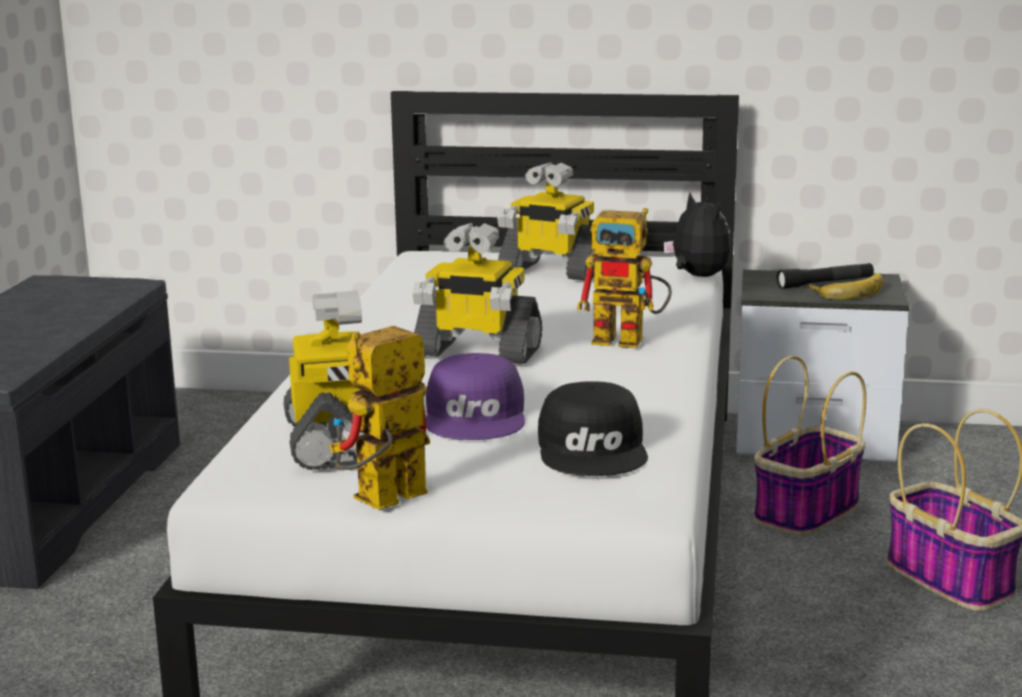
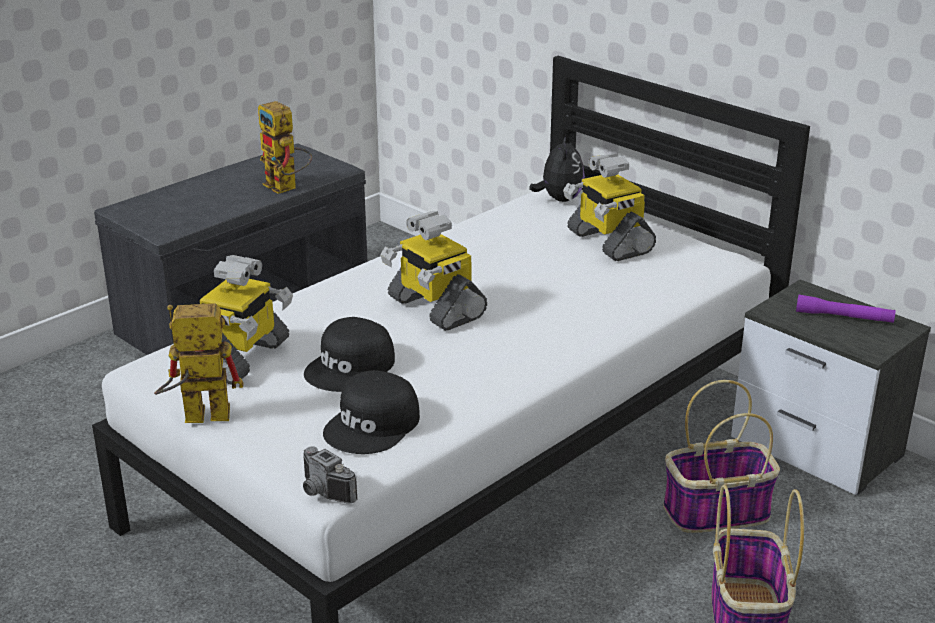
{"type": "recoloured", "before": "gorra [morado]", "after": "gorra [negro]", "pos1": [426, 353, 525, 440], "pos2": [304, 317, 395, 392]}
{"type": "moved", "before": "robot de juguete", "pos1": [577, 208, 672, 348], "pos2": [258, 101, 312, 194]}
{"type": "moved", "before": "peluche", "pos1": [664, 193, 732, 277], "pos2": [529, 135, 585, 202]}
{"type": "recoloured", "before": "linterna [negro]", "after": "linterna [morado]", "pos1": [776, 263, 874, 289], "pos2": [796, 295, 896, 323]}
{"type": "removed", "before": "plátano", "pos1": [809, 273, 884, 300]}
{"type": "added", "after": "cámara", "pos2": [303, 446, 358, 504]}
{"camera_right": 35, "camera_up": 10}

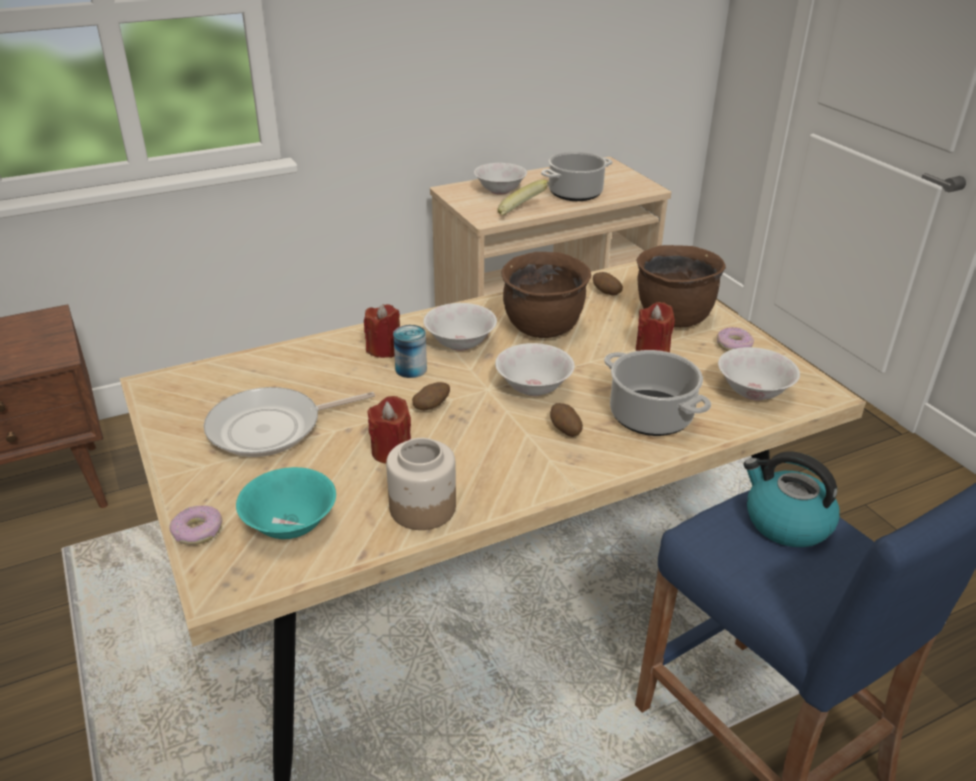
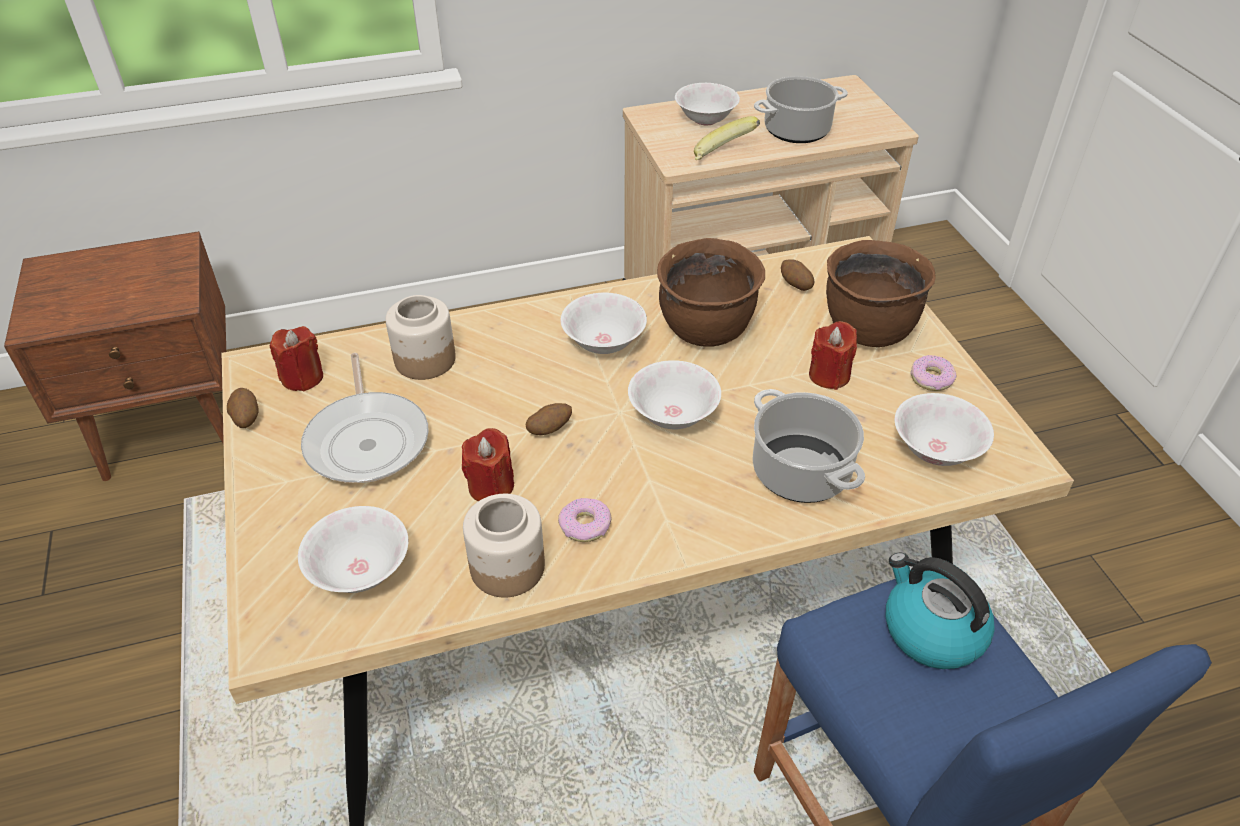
{"type": "moved", "before": "rosquilla", "pos1": [169, 505, 222, 545], "pos2": [558, 498, 611, 542]}
{"type": "turned", "before": "sartén", "pos1": [204, 387, 375, 457], "pos2": [301, 353, 429, 483], "turn": -90}
{"type": "recoloured", "before": "cuenco [turquesa]", "after": "cuenco [blanco]", "pos1": [236, 467, 336, 539], "pos2": [298, 506, 408, 593]}
{"type": "moved", "before": "vela [rojo]", "pos1": [364, 304, 400, 358], "pos2": [270, 326, 323, 391]}
{"type": "removed", "before": "lata", "pos1": [393, 325, 427, 378]}
{"type": "moved", "before": "patata", "pos1": [550, 403, 583, 437], "pos2": [227, 388, 259, 428]}
{"type": "added", "after": "tarro", "pos2": [385, 295, 456, 380]}
{"camera_right": 10, "camera_up": 10}

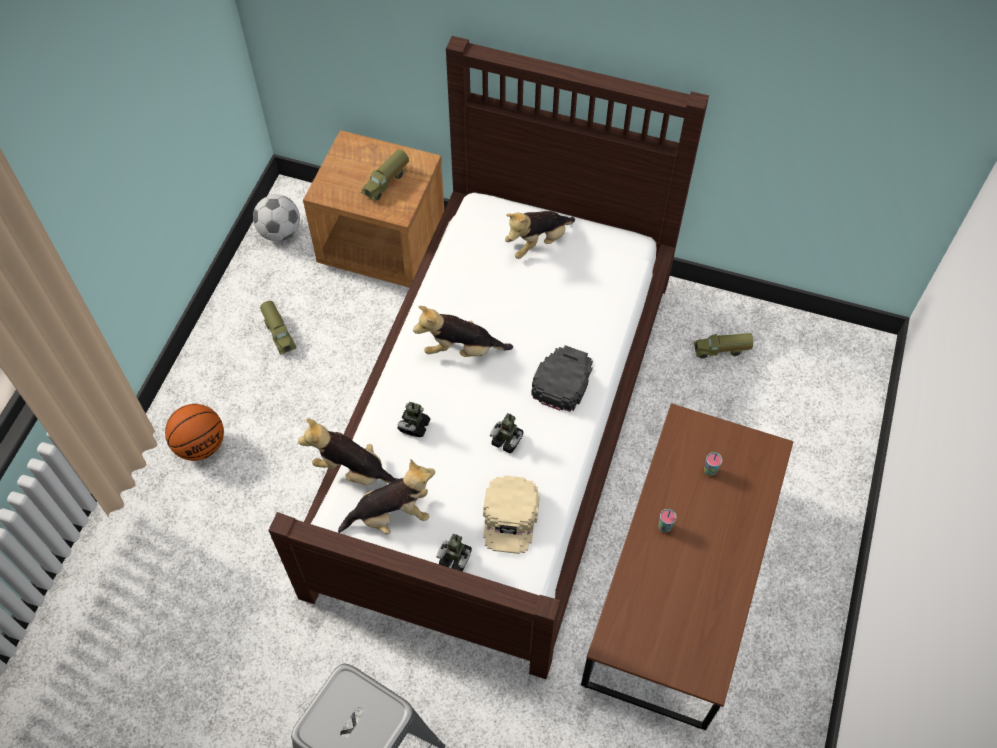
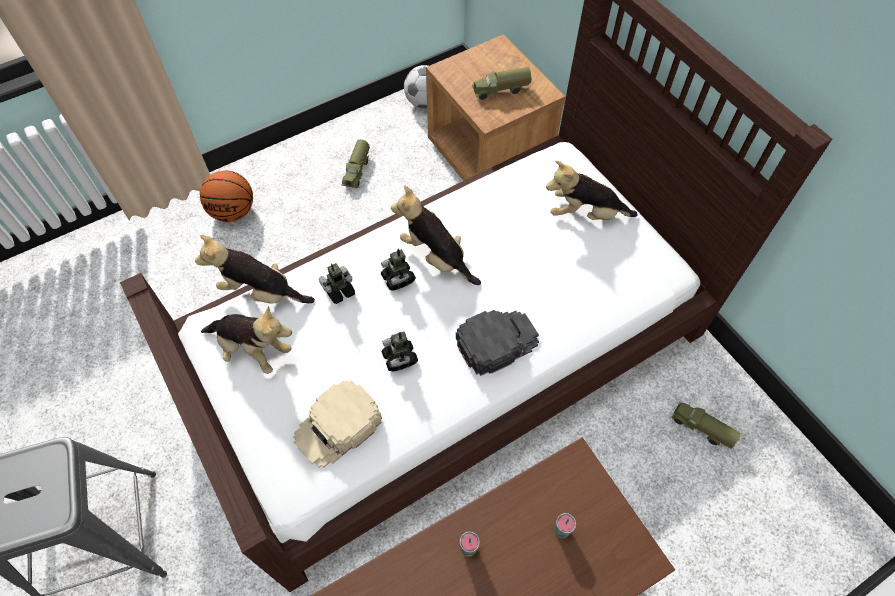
{"type": "turned", "before": "peluche", "pos1": [298, 419, 397, 485], "pos2": [195, 235, 315, 304], "turn": -45}
{"type": "moved", "before": "robot de juguete", "pos1": [436, 534, 472, 571], "pos2": [381, 249, 416, 290]}
{"camera_right": 40, "camera_up": 0}

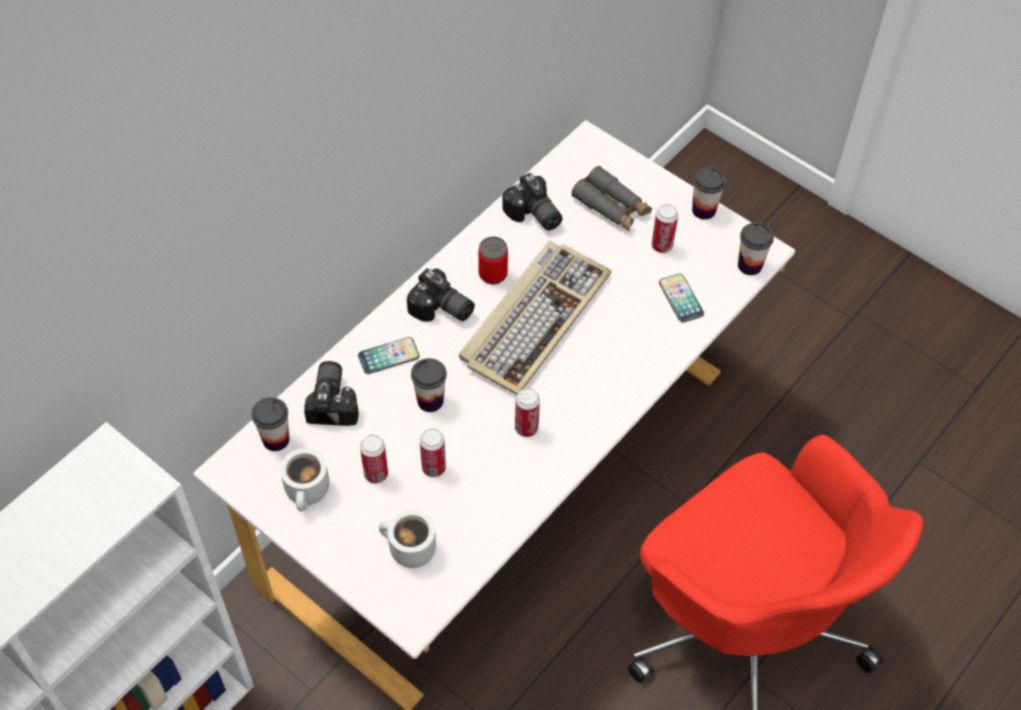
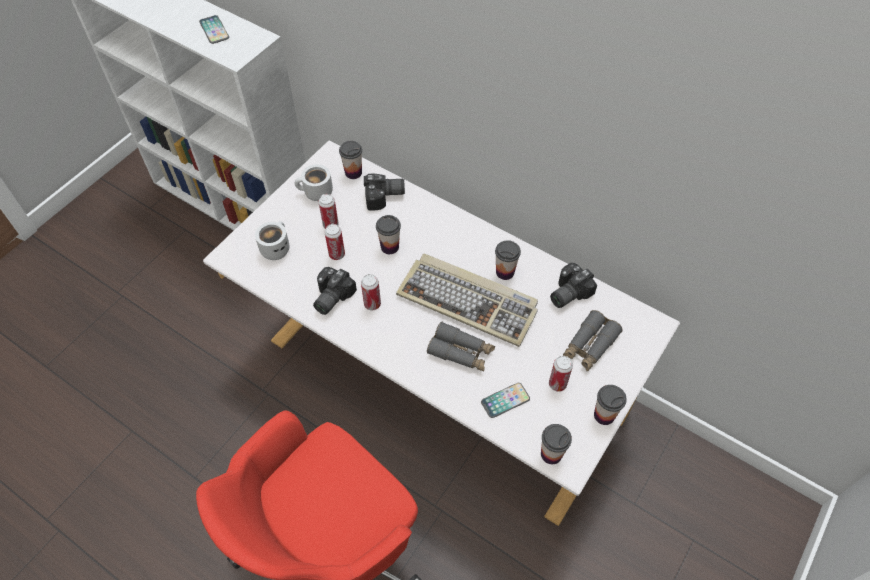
{"type": "moved", "before": "móvil", "pos1": [358, 337, 420, 374], "pos2": [199, 15, 229, 44]}
{"type": "moved", "before": "cámara", "pos1": [407, 268, 475, 322], "pos2": [313, 267, 357, 315]}
{"type": "replaced", "before": "lata", "after": "taza", "pos1": [478, 237, 508, 285], "pos2": [495, 240, 521, 280]}
{"type": "added", "after": "prismáticos [gris]", "pos2": [427, 322, 495, 371]}
{"camera_right": 85, "camera_up": 0}

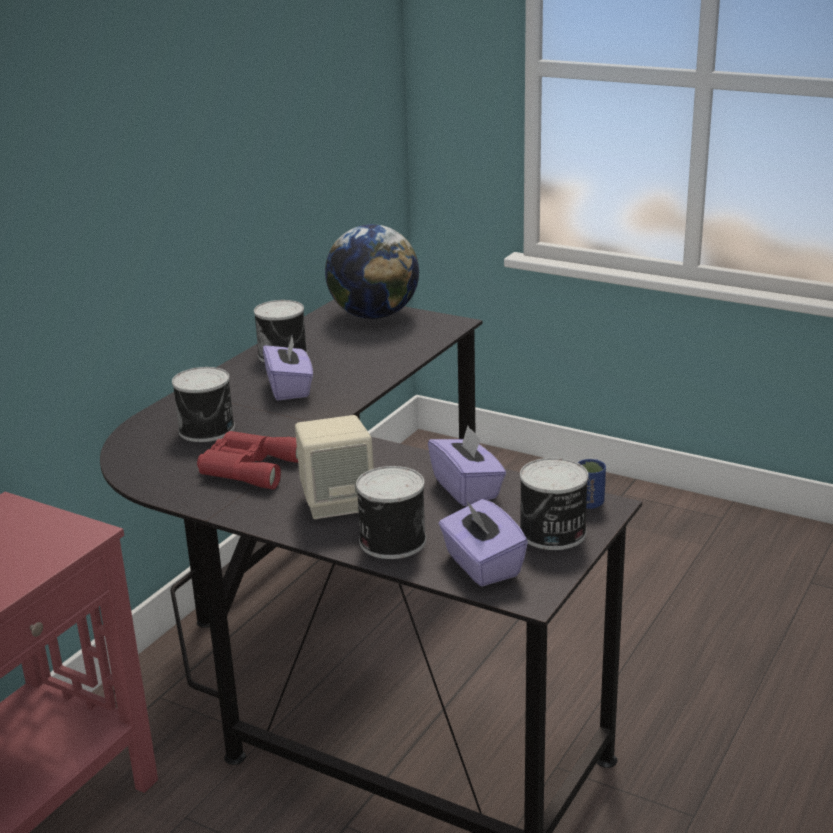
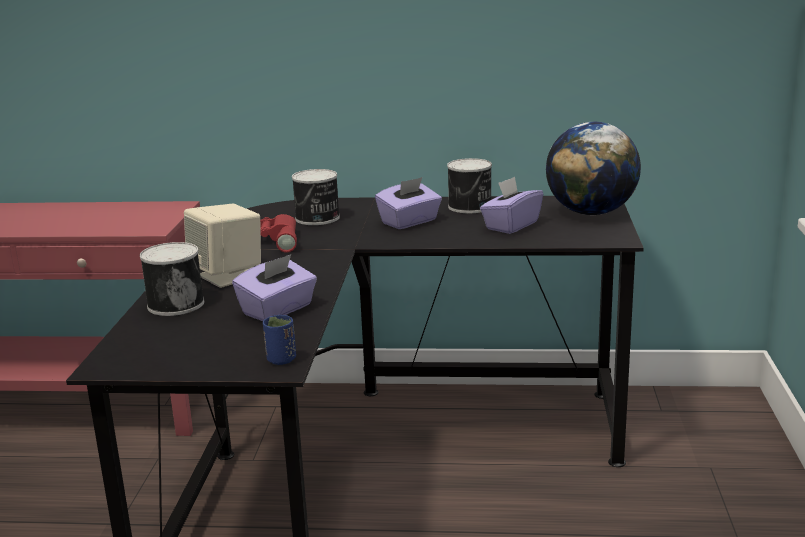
{"type": "moved", "before": "caja de pañuelos [morado]", "pos1": [439, 498, 528, 586], "pos2": [480, 177, 543, 234]}
{"type": "removed", "before": "lata", "pos1": [520, 458, 588, 550]}
{"camera_right": 65, "camera_up": -5}

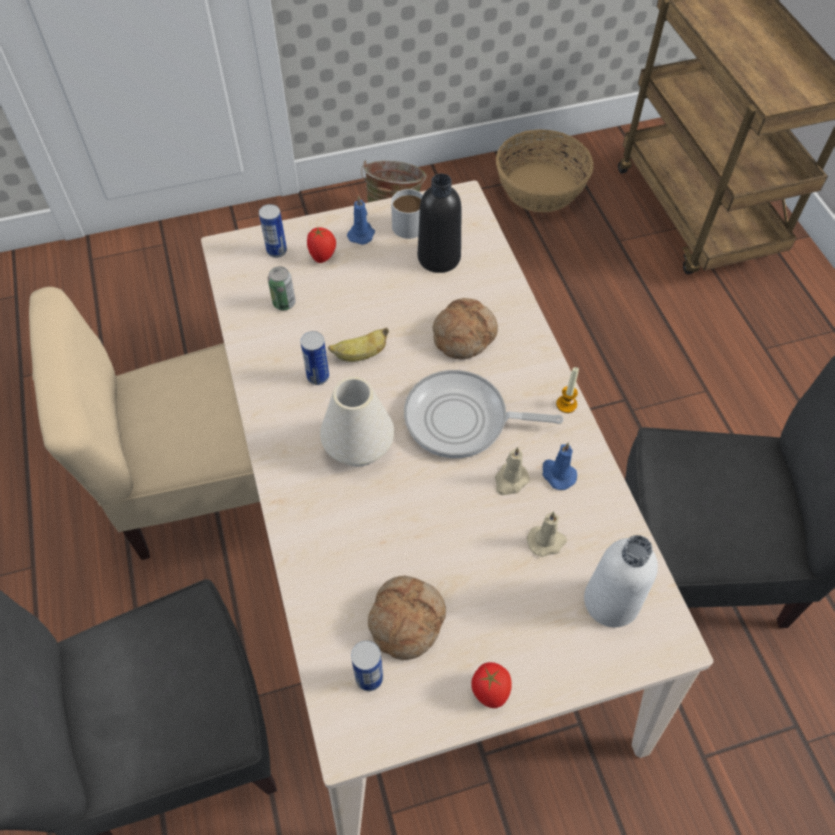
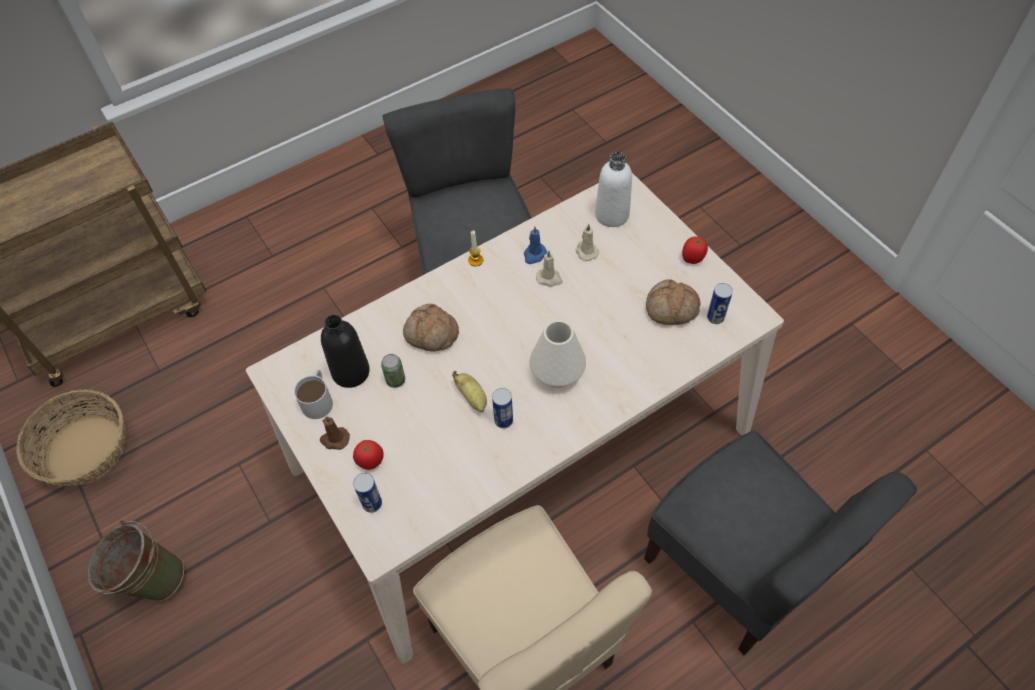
{"type": "moved", "before": "lata", "pos1": [268, 266, 296, 310], "pos2": [381, 354, 405, 388]}
{"type": "recoloured", "before": "vela [azul]", "after": "vela [marrón]", "pos1": [347, 196, 375, 245], "pos2": [320, 416, 350, 450]}
{"type": "removed", "before": "sartén", "pos1": [404, 370, 563, 458]}
{"camera_right": -105, "camera_up": 0}

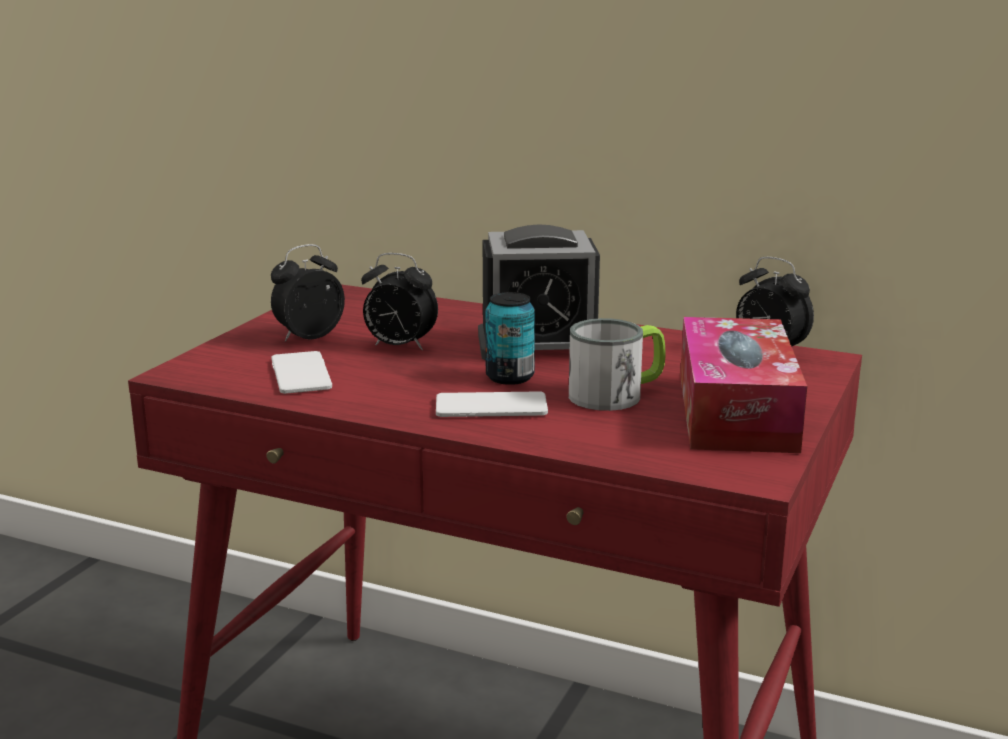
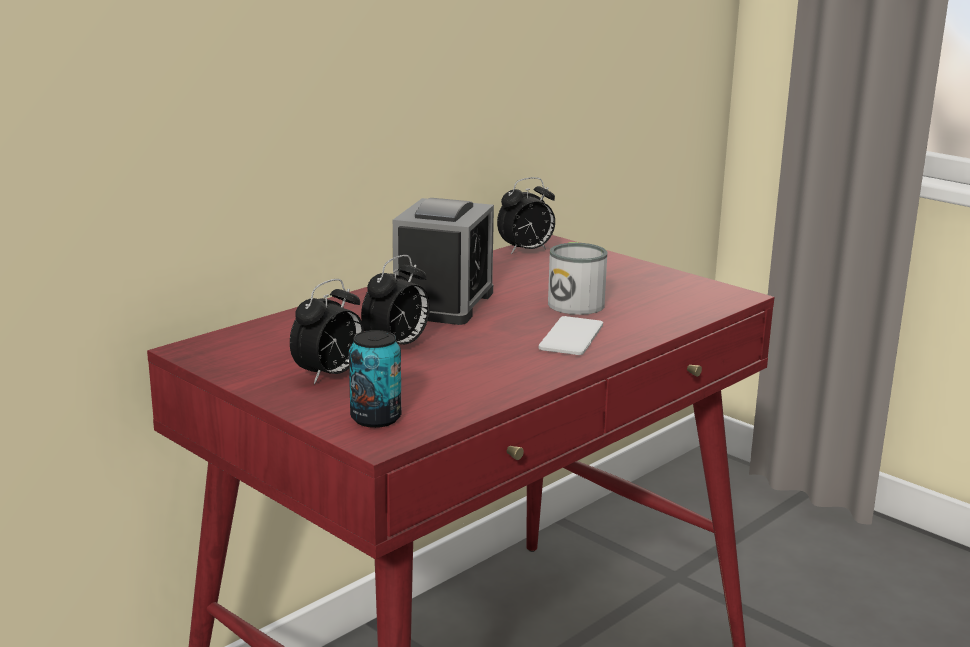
{"type": "turned", "before": "despertador", "pos1": [271, 244, 345, 342], "pos2": [290, 279, 364, 384], "turn": -120}
{"type": "removed", "before": "móvil", "pos1": [271, 351, 332, 394]}
{"type": "moved", "before": "lata", "pos1": [485, 292, 535, 385], "pos2": [349, 330, 401, 428]}
{"type": "removed", "before": "caja de pañuelos", "pos1": [680, 317, 807, 453]}
{"camera_right": -70, "camera_up": 0}

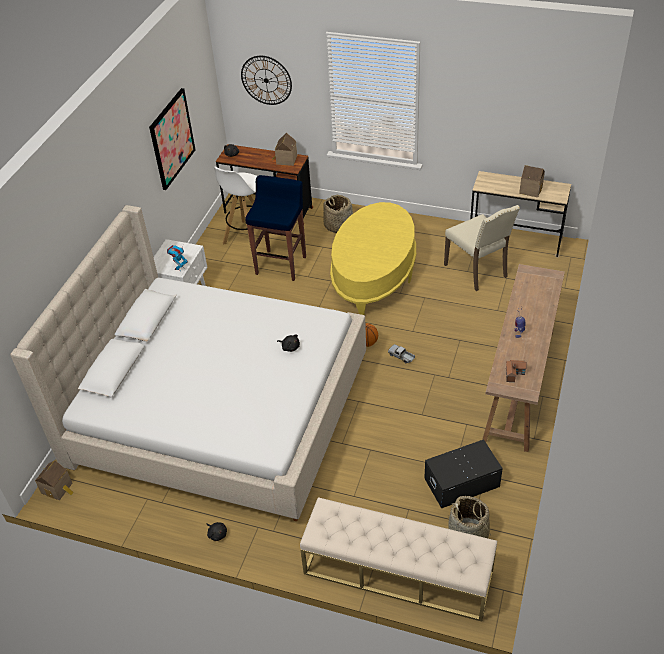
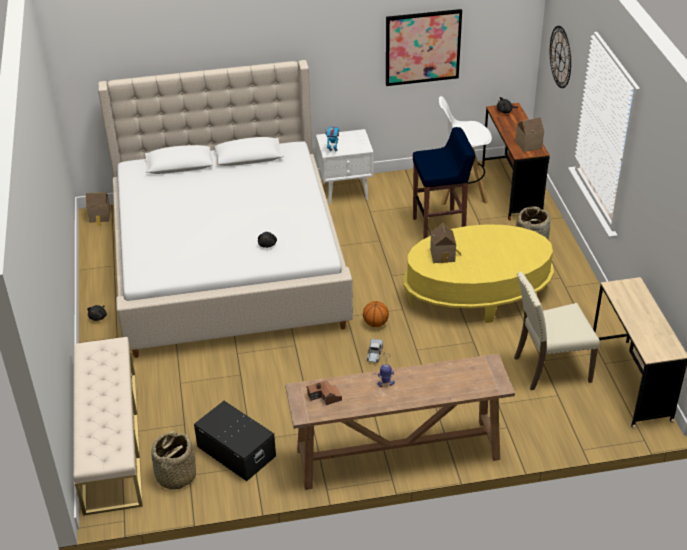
{"type": "turned", "before": "silla [beis]", "pos1": [444, 205, 520, 291], "pos2": [514, 272, 600, 390], "turn": 45}
{"type": "moved", "before": "casita", "pos1": [519, 165, 545, 197], "pos2": [430, 223, 461, 263]}
{"camera_right": 60, "camera_up": -5}

